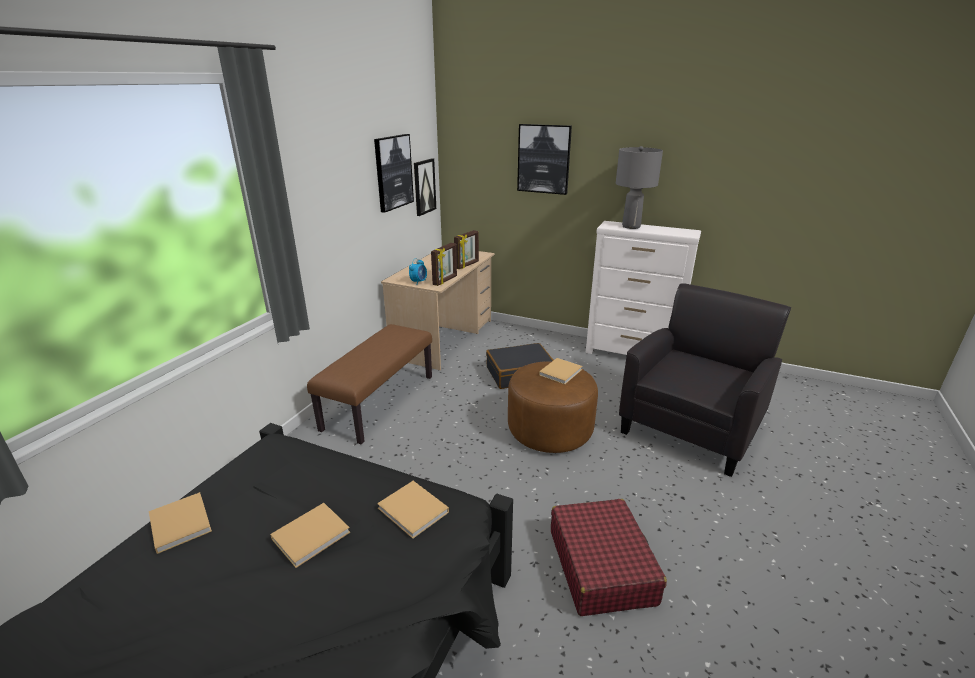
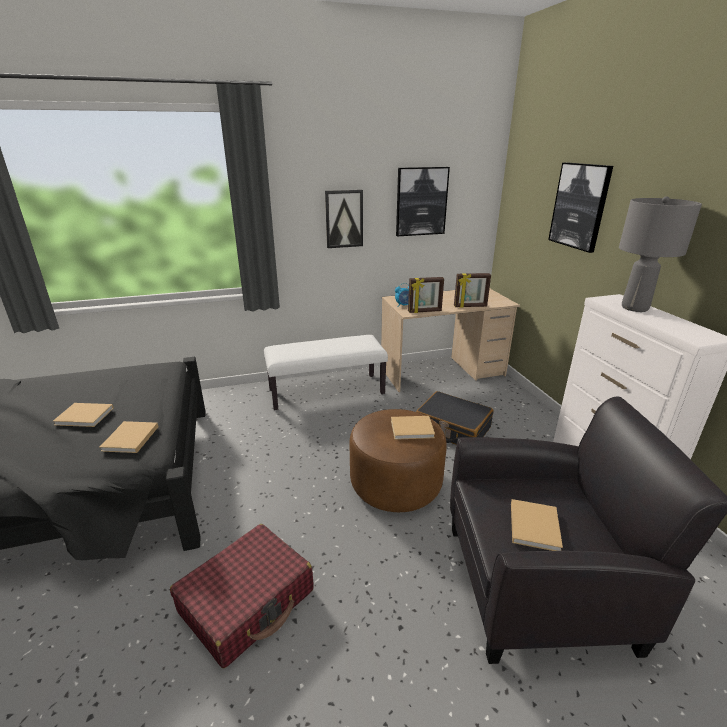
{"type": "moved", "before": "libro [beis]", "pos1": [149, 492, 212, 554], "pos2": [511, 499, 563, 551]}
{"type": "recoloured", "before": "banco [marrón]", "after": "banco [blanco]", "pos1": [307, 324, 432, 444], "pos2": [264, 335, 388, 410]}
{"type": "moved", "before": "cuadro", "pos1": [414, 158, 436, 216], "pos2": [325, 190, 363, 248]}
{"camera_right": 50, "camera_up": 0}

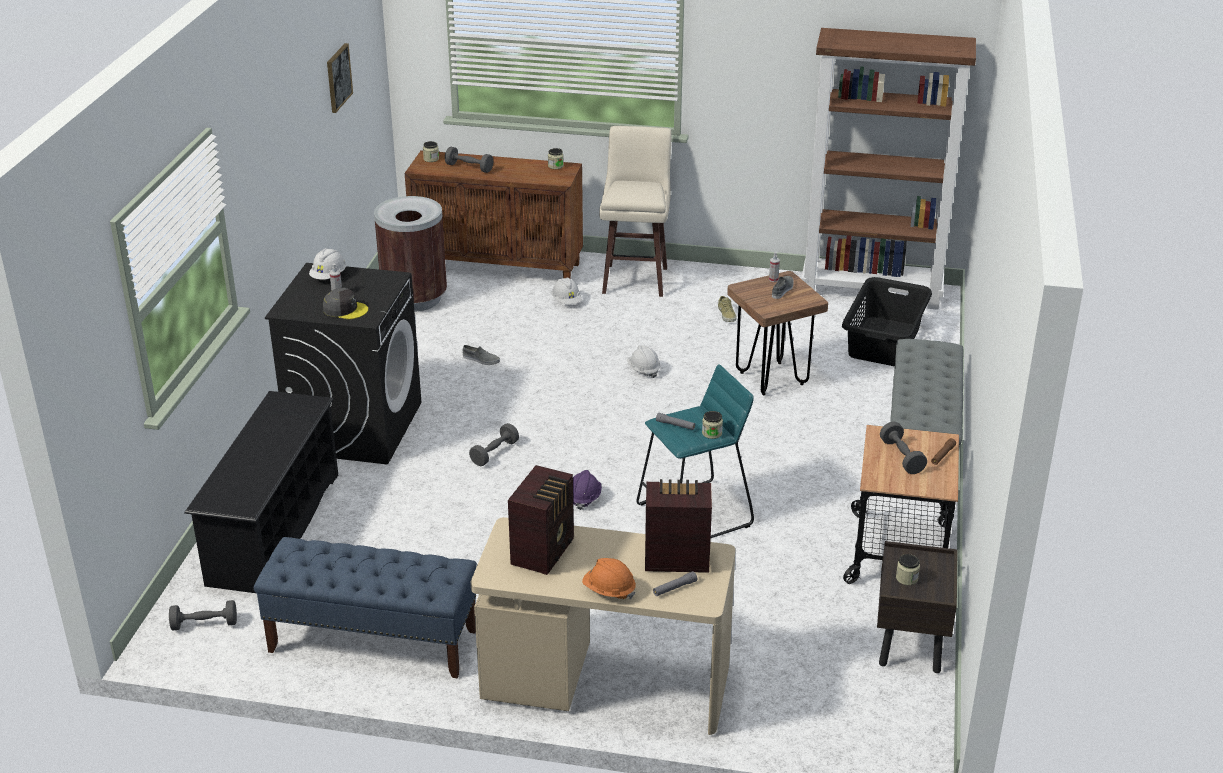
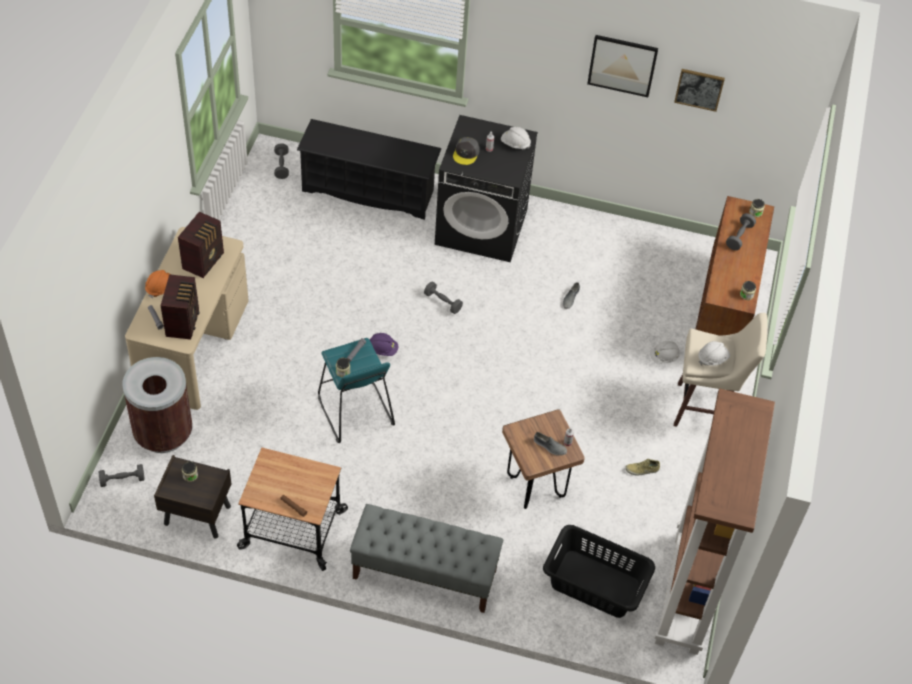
{"type": "removed", "before": "banco [azul]", "pos1": [254, 537, 477, 678]}
{"type": "moved", "before": "papelera [marrón]", "pos1": [374, 196, 447, 312], "pos2": [122, 357, 193, 453]}
{"type": "turned", "before": "radio", "pos1": [508, 465, 574, 575], "pos2": [178, 212, 224, 278], "turn": -90}
{"type": "moved", "before": "casco [blanco]", "pos1": [627, 345, 660, 378], "pos2": [698, 341, 730, 366]}
{"type": "moved", "before": "mancuerna [gris]", "pos1": [880, 422, 927, 474], "pos2": [99, 464, 145, 487]}
{"type": "added", "after": "cuadro", "pos2": [587, 35, 658, 97]}
{"camera_right": 90, "camera_up": 20}

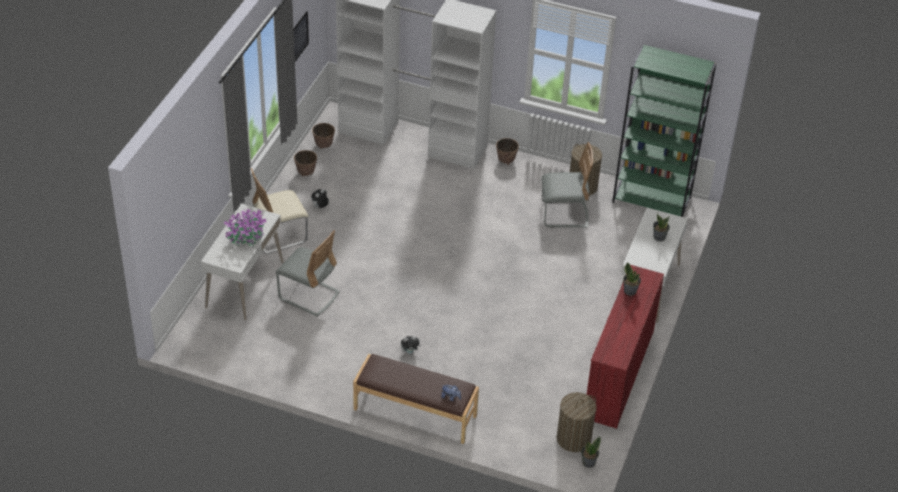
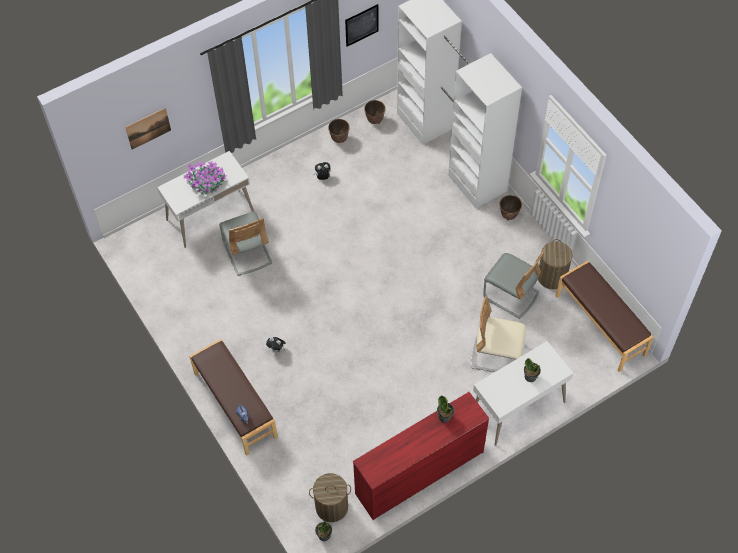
{"type": "moved", "before": "silla [beis]", "pos1": [251, 168, 308, 254], "pos2": [472, 296, 526, 372]}
{"type": "replaced", "before": "estantería [verde]", "after": "banco [marrón]", "pos1": [612, 45, 716, 217], "pos2": [556, 261, 653, 372]}
{"type": "added", "after": "cuadro", "pos2": [125, 108, 171, 149]}
{"camera_right": 40, "camera_up": 15}

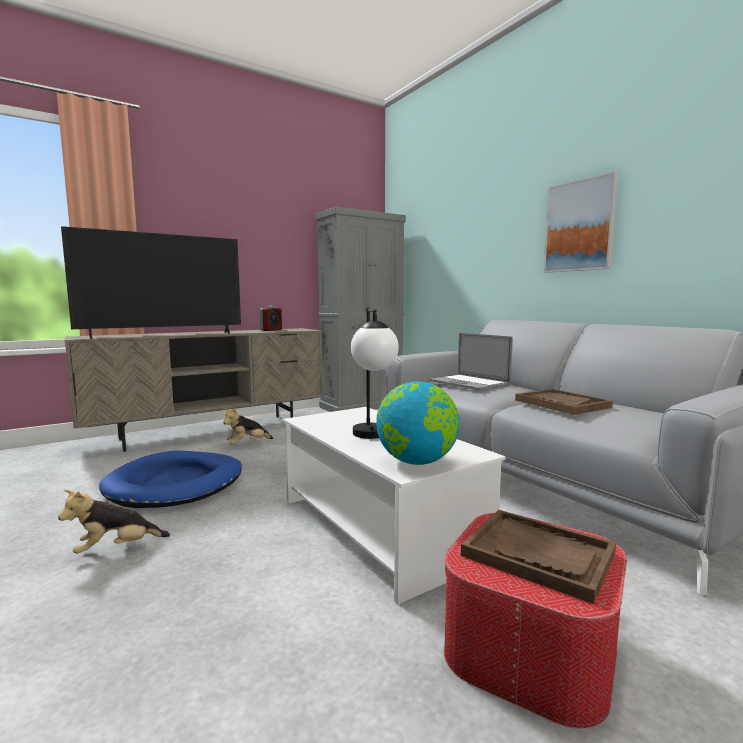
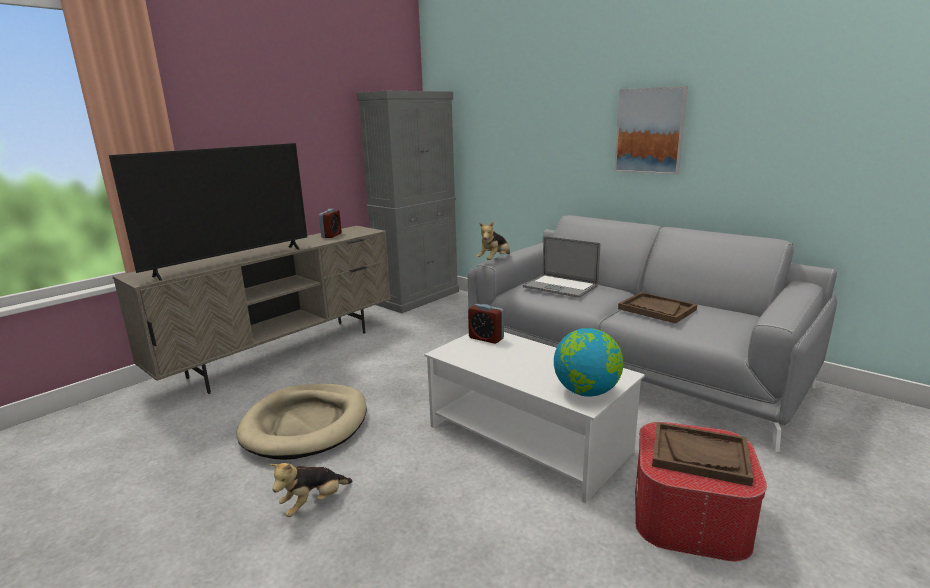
{"type": "recoloured", "before": "cama para perro [azul]", "after": "cama para perro [beis]", "pos1": [99, 451, 242, 508], "pos2": [236, 384, 367, 460]}
{"type": "moved", "before": "peluche", "pos1": [223, 408, 273, 444], "pos2": [476, 222, 510, 260]}
{"type": "removed", "before": "lámpara de mesa", "pos1": [351, 308, 399, 439]}
{"type": "added", "after": "despertador", "pos2": [468, 304, 504, 344]}
{"camera_right": -15, "camera_up": 10}

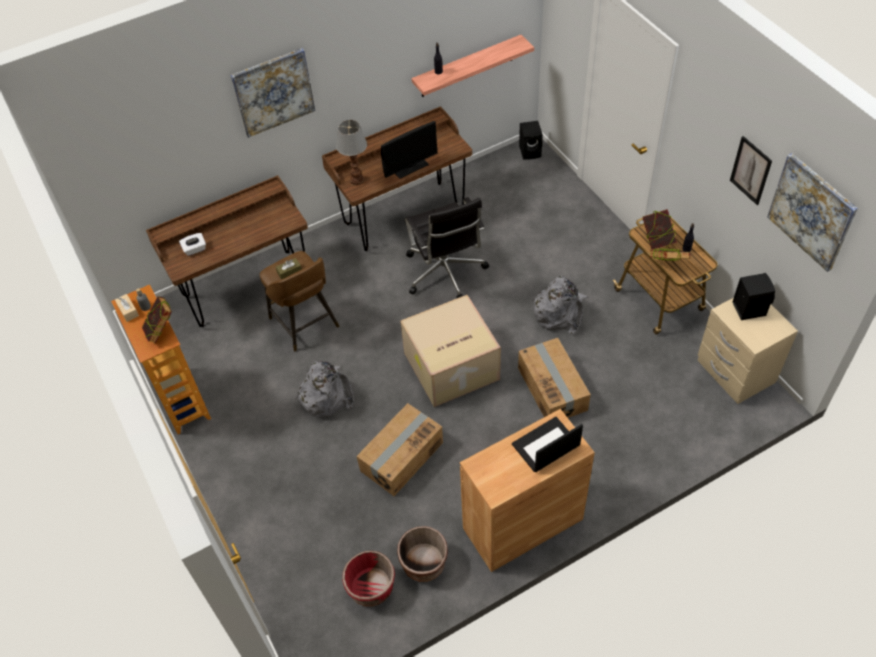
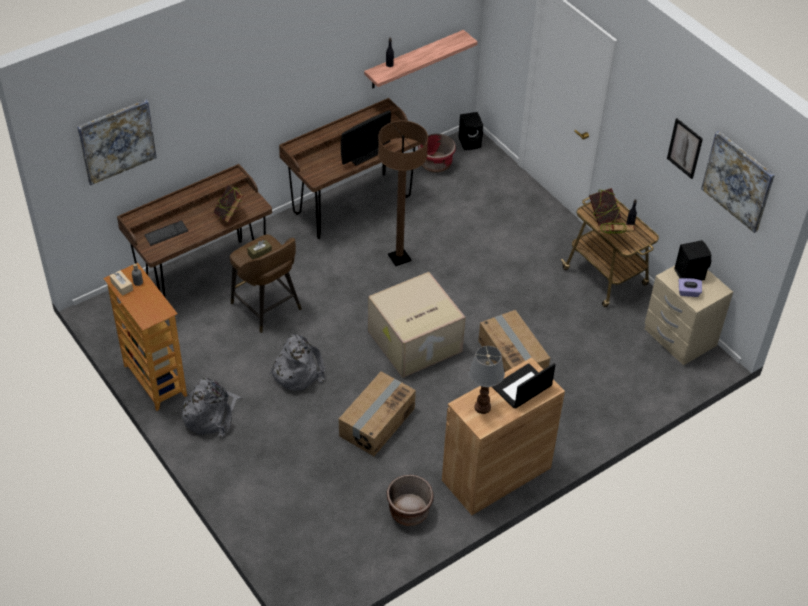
{"type": "moved", "before": "libro", "pos1": [142, 296, 172, 343], "pos2": [213, 184, 244, 223]}
{"type": "replaced", "before": "caja de pañuelos [blanco]", "after": "teclado", "pos1": [179, 233, 206, 256], "pos2": [144, 220, 188, 246]}
{"type": "moved", "before": "cuadro", "pos1": [230, 48, 315, 138], "pos2": [77, 100, 157, 185]}
{"type": "moved", "before": "lámpara de mesa", "pos1": [336, 120, 367, 186], "pos2": [468, 346, 505, 414]}
{"type": "moved", "before": "maceta [rojo]", "pos1": [342, 550, 395, 606], "pos2": [418, 134, 456, 173]}
{"type": "replaced", "before": "silla de oficina [negro]", "after": "lámpara de pie [marrón]", "pos1": [404, 197, 489, 298], "pos2": [378, 121, 428, 266]}
{"type": "moved", "before": "mochila [gris]", "pos1": [532, 276, 587, 334], "pos2": [182, 378, 241, 438]}
{"type": "added", "after": "caja de pañuelos [morado]", "pos2": [679, 278, 702, 297]}
{"camera_right": -10, "camera_up": -5}

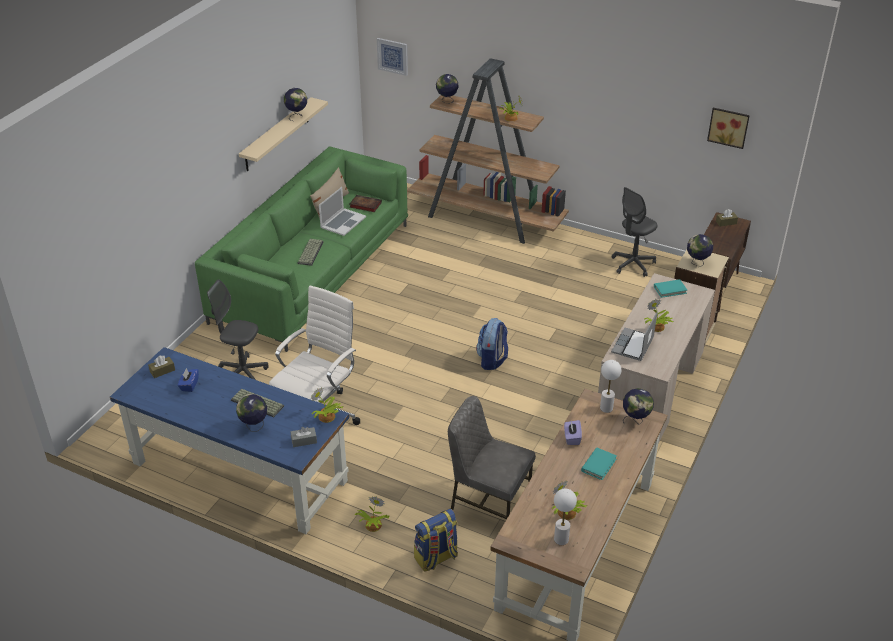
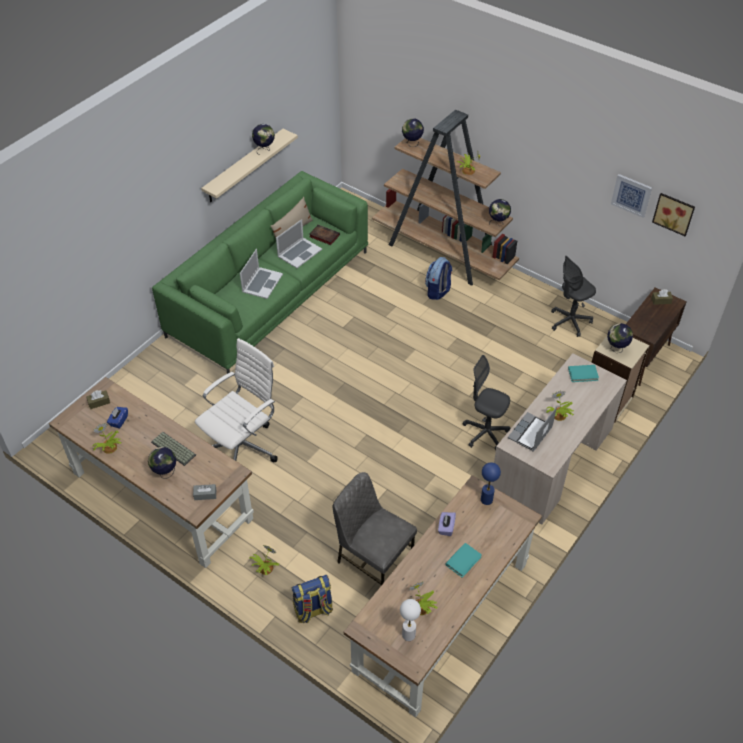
{"type": "recoloured", "before": "escritorio [azul]", "after": "escritorio [marrón]", "pos1": [110, 347, 350, 534], "pos2": [49, 377, 254, 568]}
{"type": "moved", "before": "silla de oficina [gris]", "pos1": [207, 280, 269, 380], "pos2": [463, 355, 510, 451]}
{"type": "replaced", "before": "teclado", "after": "portátil", "pos1": [298, 239, 324, 266], "pos2": [240, 249, 283, 299]}
{"type": "moved", "before": "planta en maceta", "pos1": [311, 387, 343, 423], "pos2": [93, 423, 122, 454]}
{"type": "moved", "before": "cuadro", "pos1": [377, 38, 408, 76], "pos2": [611, 174, 652, 218]}
{"type": "moved", "before": "mochila", "pos1": [476, 318, 508, 370], "pos2": [425, 257, 452, 300]}
{"type": "recoloured", "before": "lámpara de mesa [blanco]", "after": "lámpara de mesa [azul]", "pos1": [600, 360, 621, 413], "pos2": [481, 462, 501, 505]}
{"type": "moved", "before": "globo terráqueo", "pos1": [623, 388, 654, 425], "pos2": [489, 199, 511, 226]}
{"camera_right": 10, "camera_up": 10}

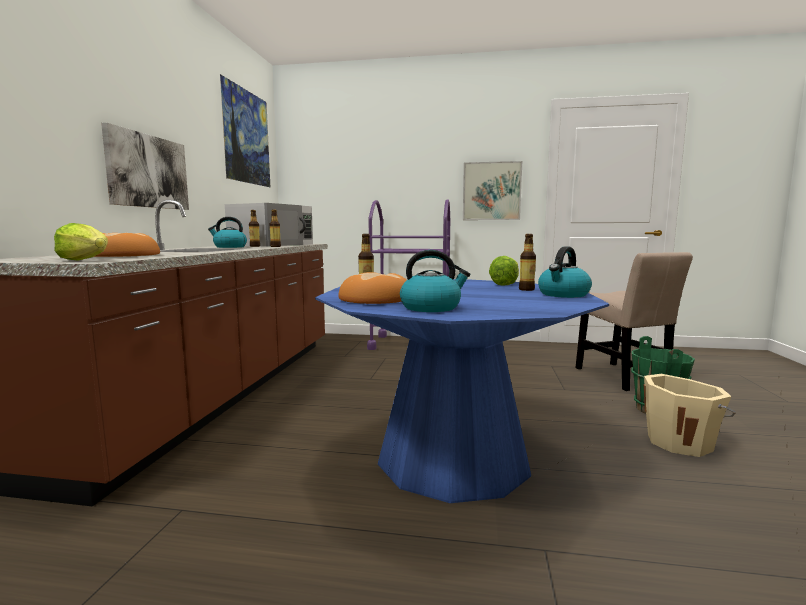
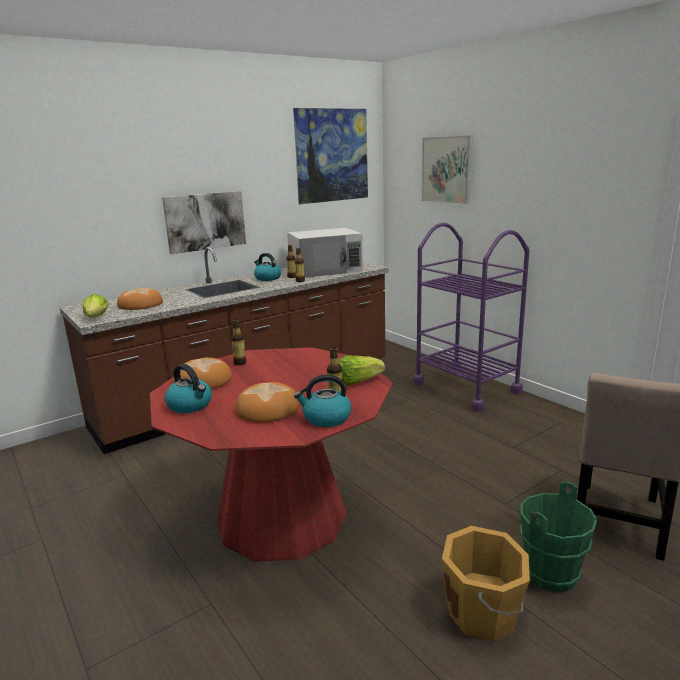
{"type": "recoloured", "before": "mesa de comedor [azul]", "after": "mesa de comedor [rojo]", "pos1": [315, 279, 609, 503], "pos2": [150, 347, 393, 562]}
{"type": "moved", "before": "cuadro", "pos1": [463, 161, 522, 220], "pos2": [422, 135, 473, 204]}
{"type": "recoloured", "before": "cubo [beis]", "after": "cubo [naranja]", "pos1": [644, 374, 735, 457], "pos2": [442, 526, 530, 641]}
{"type": "added", "after": "pan", "pos2": [235, 382, 300, 423]}
{"camera_right": 45, "camera_up": 10}

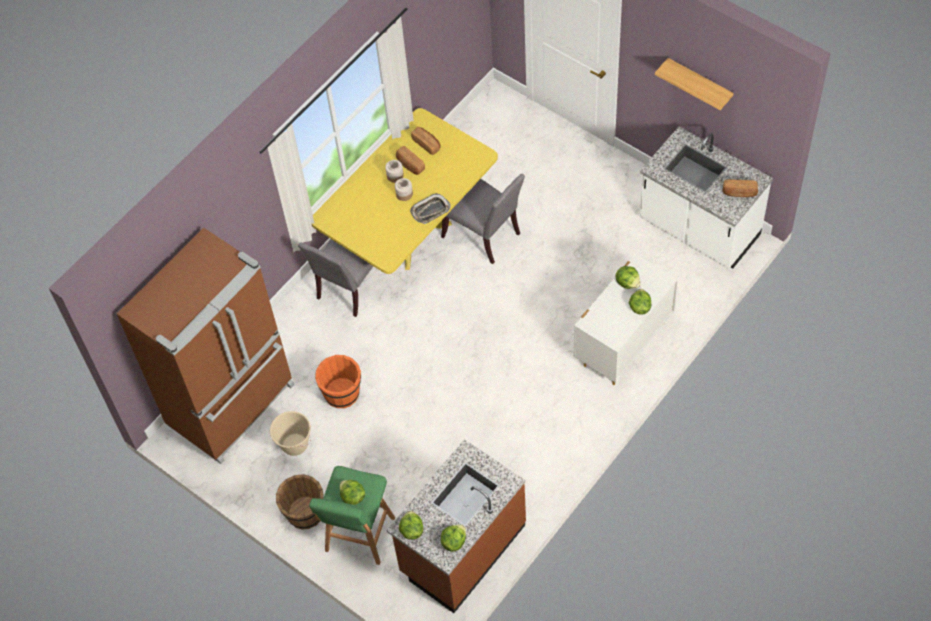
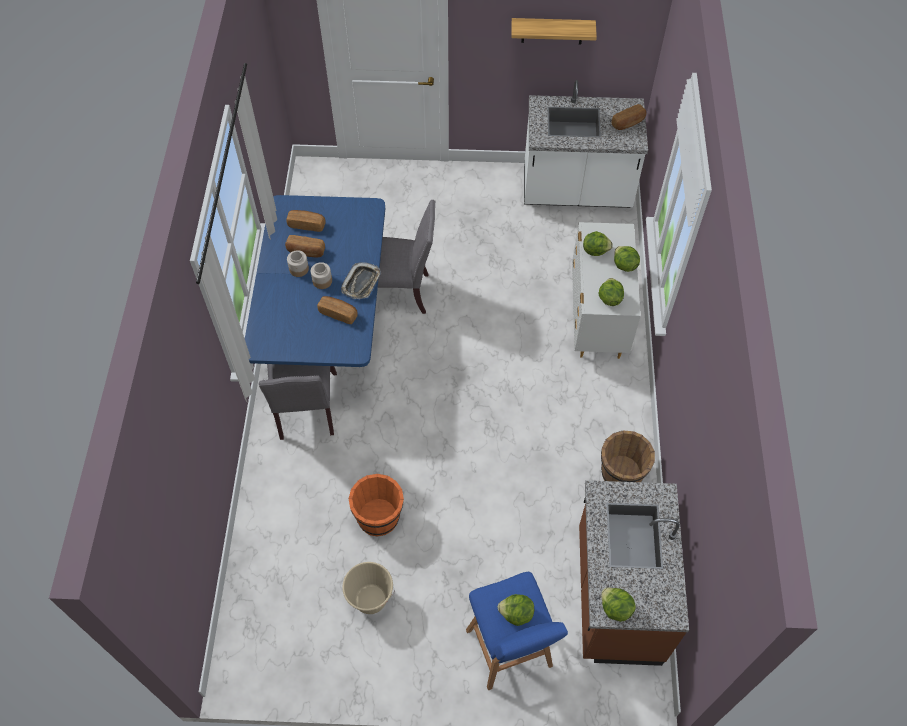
{"type": "removed", "before": "nevera [marrón]", "pos1": [117, 228, 294, 464]}
{"type": "moved", "before": "cubo [marrón]", "pos1": [276, 474, 324, 530], "pos2": [601, 431, 655, 482]}
{"type": "recoloured", "before": "taburete [verde]", "after": "taburete [azul]", "pos1": [309, 466, 395, 565], "pos2": [466, 572, 568, 690]}
{"type": "recoloured", "before": "mesa de comedor [amarillo]", "after": "mesa de comedor [azul]", "pos1": [312, 108, 498, 274], "pos2": [245, 195, 385, 367]}
{"type": "moved", "before": "lechuga", "pos1": [440, 524, 466, 552], "pos2": [598, 278, 624, 306]}
{"type": "added", "after": "pan", "pos2": [317, 296, 358, 324]}
{"camera_right": -40, "camera_up": 0}

